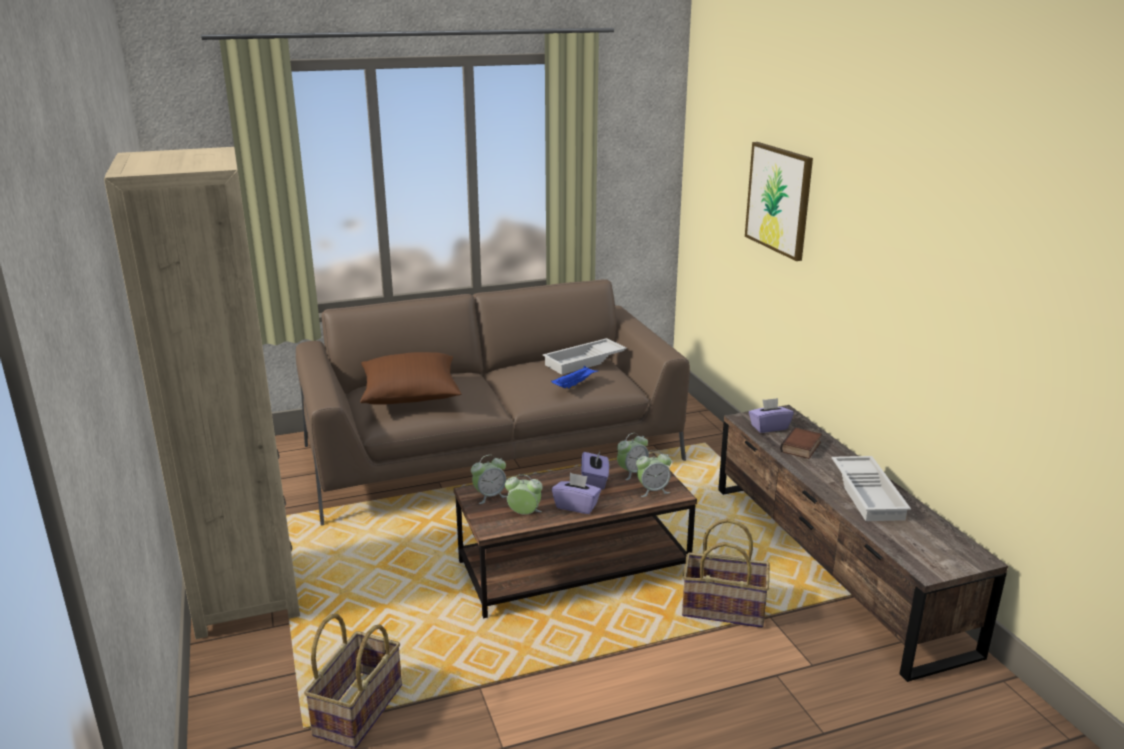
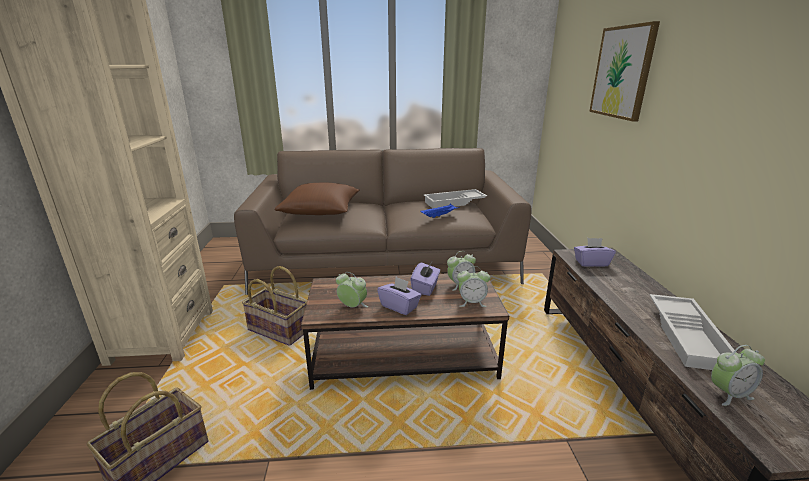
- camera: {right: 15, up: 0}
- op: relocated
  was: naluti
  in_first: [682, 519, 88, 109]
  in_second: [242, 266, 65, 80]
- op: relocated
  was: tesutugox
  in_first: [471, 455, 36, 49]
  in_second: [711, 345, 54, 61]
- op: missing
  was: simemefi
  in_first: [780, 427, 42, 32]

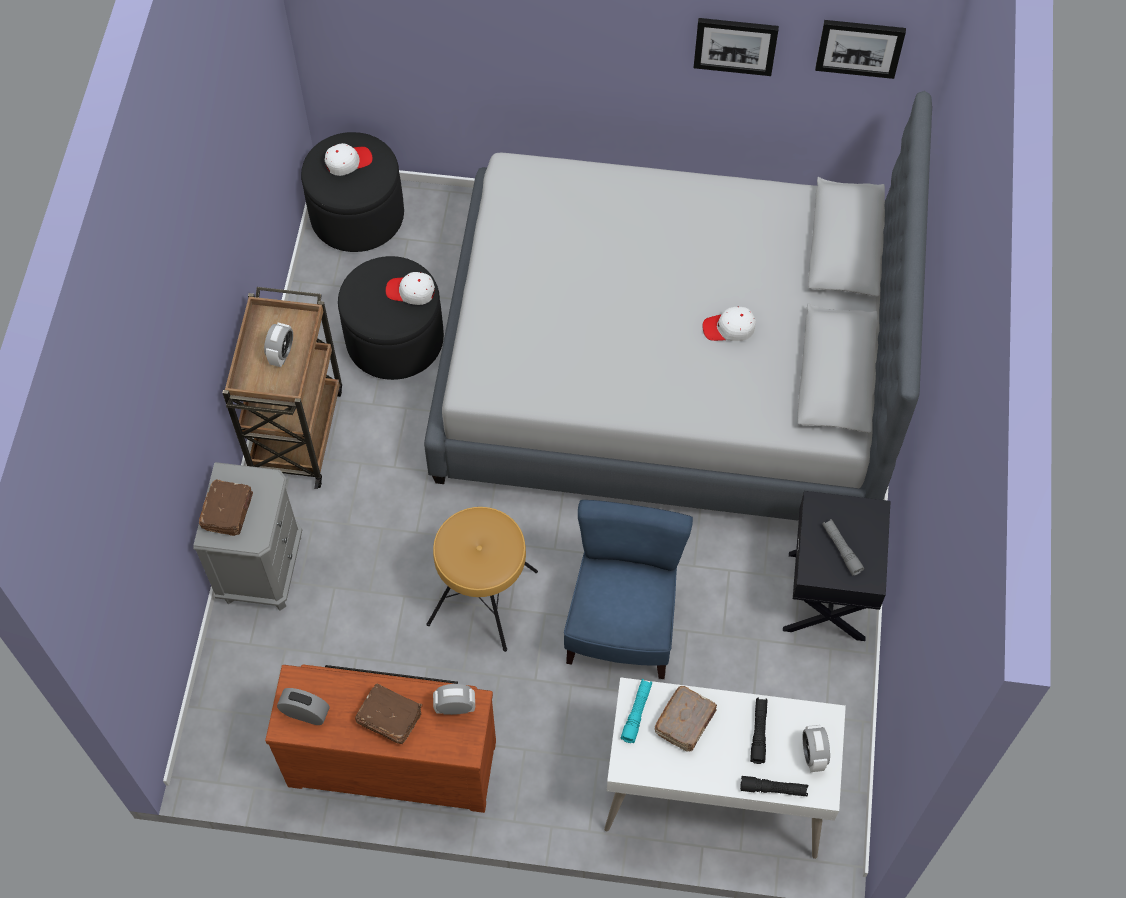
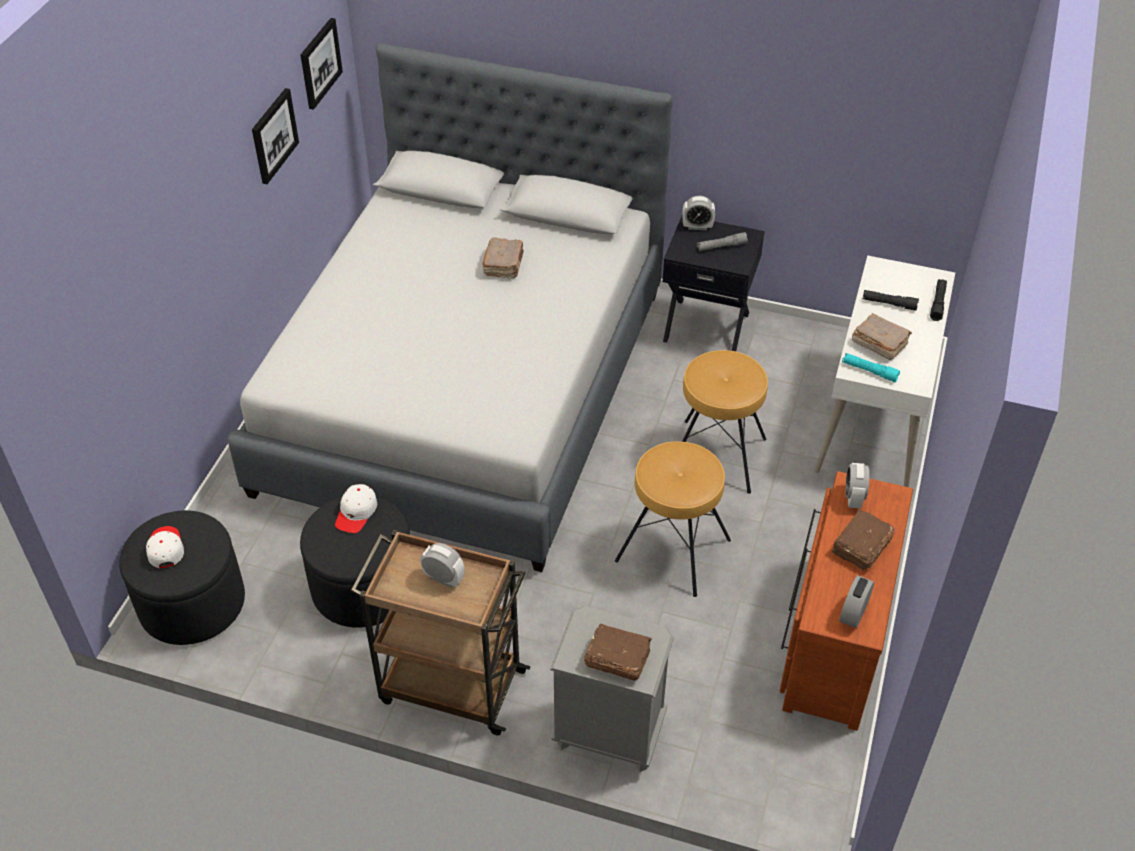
- camera: {right: -80, up: -15}
- op: exchanged
  was: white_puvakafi
  now: brown_simemefi
  in_first: [702, 307, 54, 34]
  in_second: [482, 237, 42, 42]
- op: exchanged
  was: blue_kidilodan
  now: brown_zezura
  in_first: [564, 500, 129, 179]
  in_second: [682, 350, 86, 144]
- op: relocated
  was: tesutugox
  in_first: [803, 725, 27, 47]
  in_second: [683, 196, 32, 34]

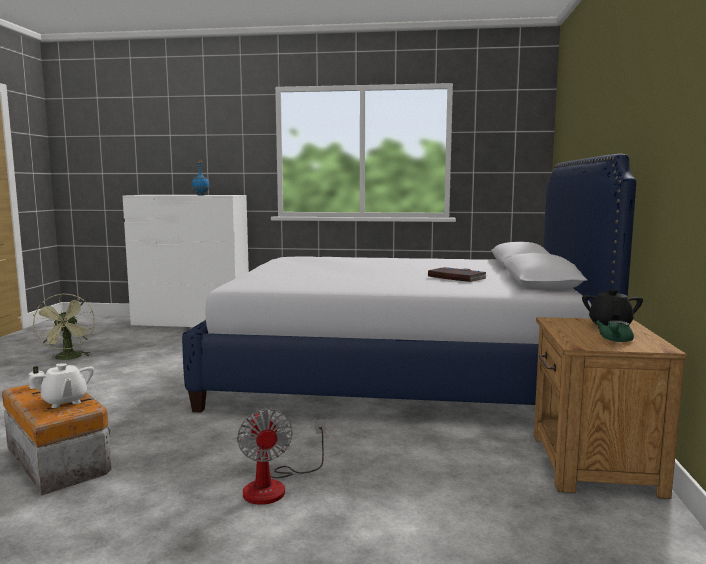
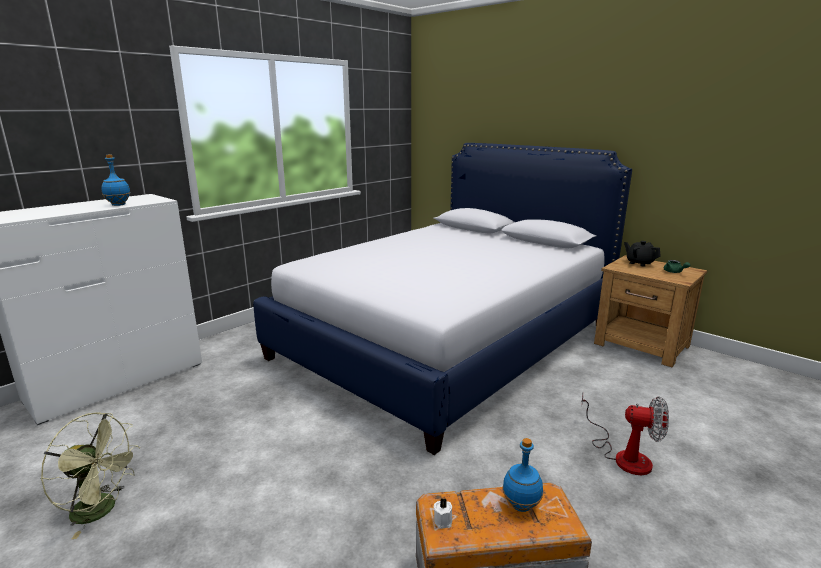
- camera: {right: -55, up: 10}
- op: exchanged
  was: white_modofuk
  now: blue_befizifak
  in_first: [30, 363, 64, 45]
  in_second: [503, 438, 40, 74]
- op: missing
  was: simemefi
  in_first: [428, 267, 58, 15]

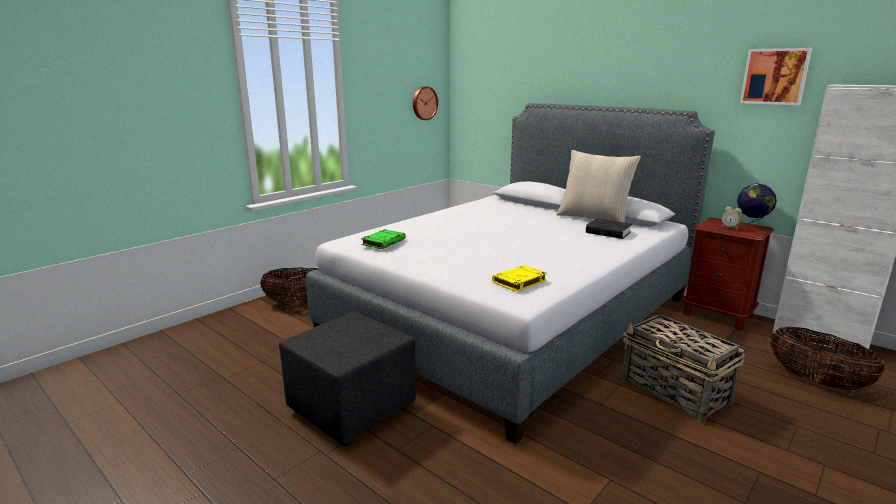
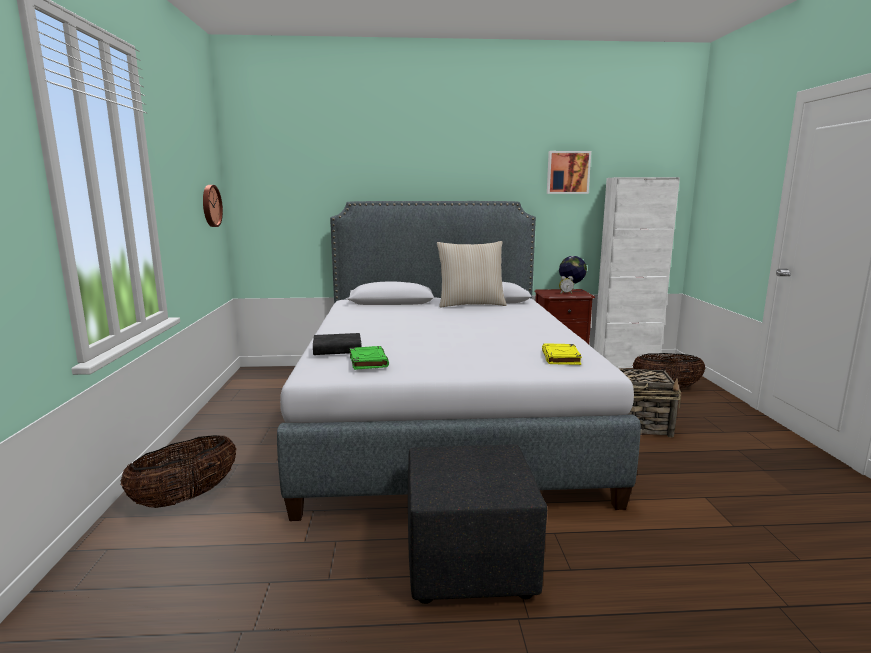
- camera: {right: -45, up: -5}
- op: relocated
  was: black_simemefi
  in_first: [586, 218, 46, 21]
  in_second: [313, 333, 49, 22]

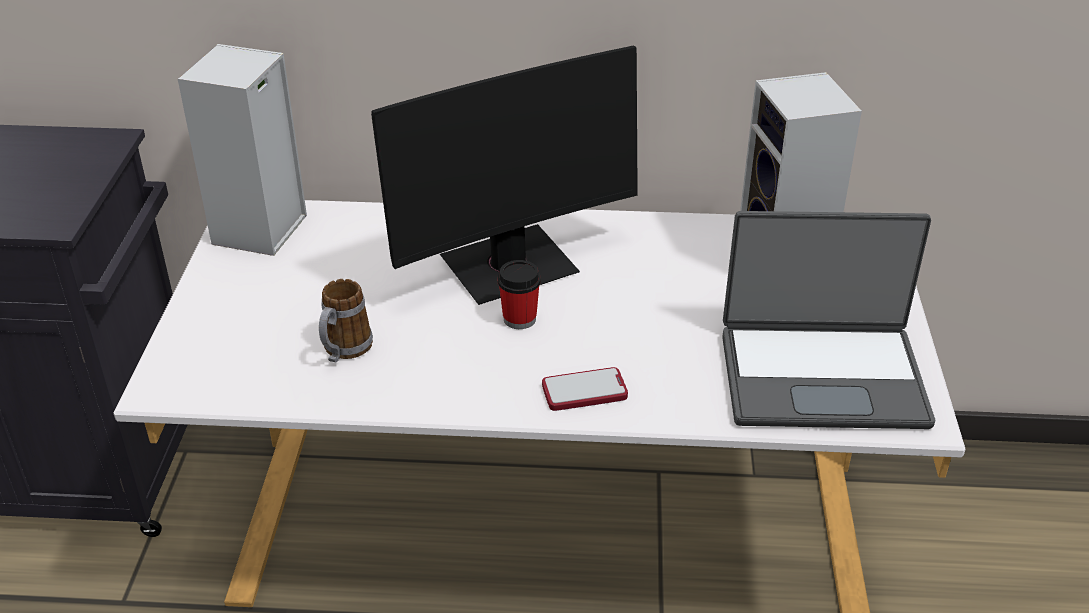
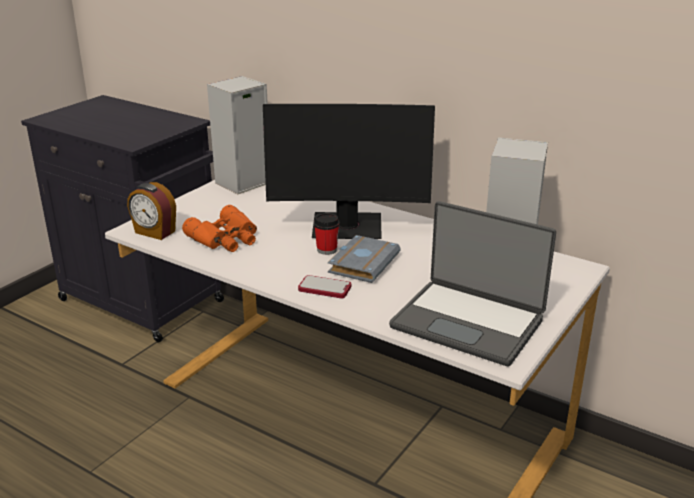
- camera: {right: 30, up: -10}
- op: appeared
  now: tesutugox
  in_second: [127, 182, 49, 58]
- op: exchanged
  was: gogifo
  now: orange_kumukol
  in_first: [319, 279, 54, 83]
  in_second: [182, 205, 75, 47]
- op: appeared
  now: grey_simemefi
  in_second: [328, 235, 73, 48]

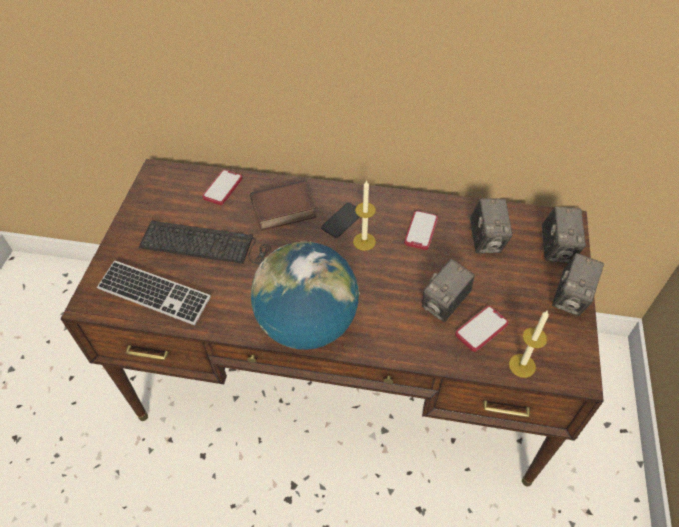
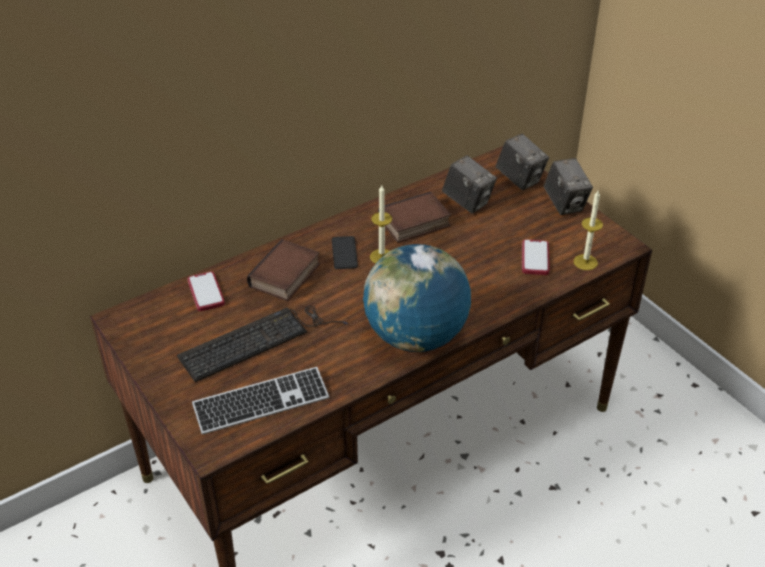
- camera: {right: -45, up: -10}
- op: exchanged
  was: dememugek
  now: simemefi
  in_first: [404, 211, 34, 39]
  in_second: [378, 192, 73, 51]
- op: missing
  was: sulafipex
  in_first: [422, 259, 53, 63]

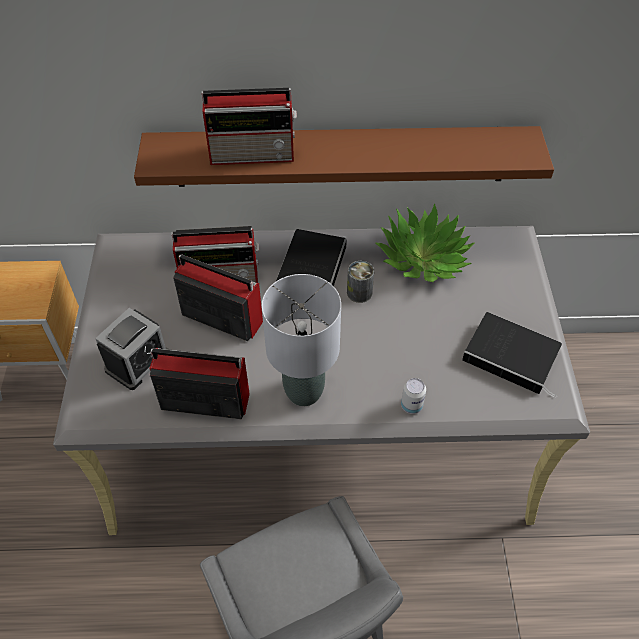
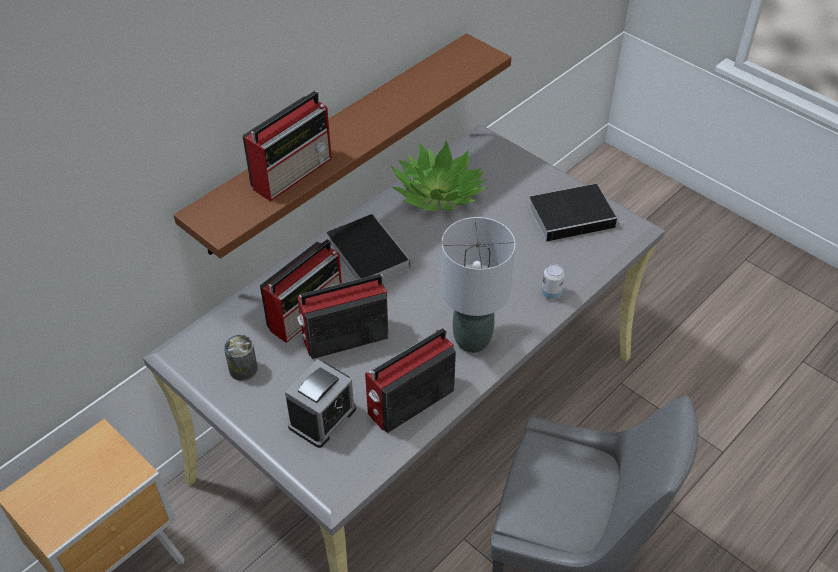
- camera: {right: -45, up: -5}
- op: relocated
  was: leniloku
  in_first: [347, 261, 27, 42]
  in_second: [224, 335, 34, 46]
- op: spun
  was: tesutugox
  in_first: [95, 308, 74, 82]
  in_second: [285, 359, 71, 89]
  clockwise: 45

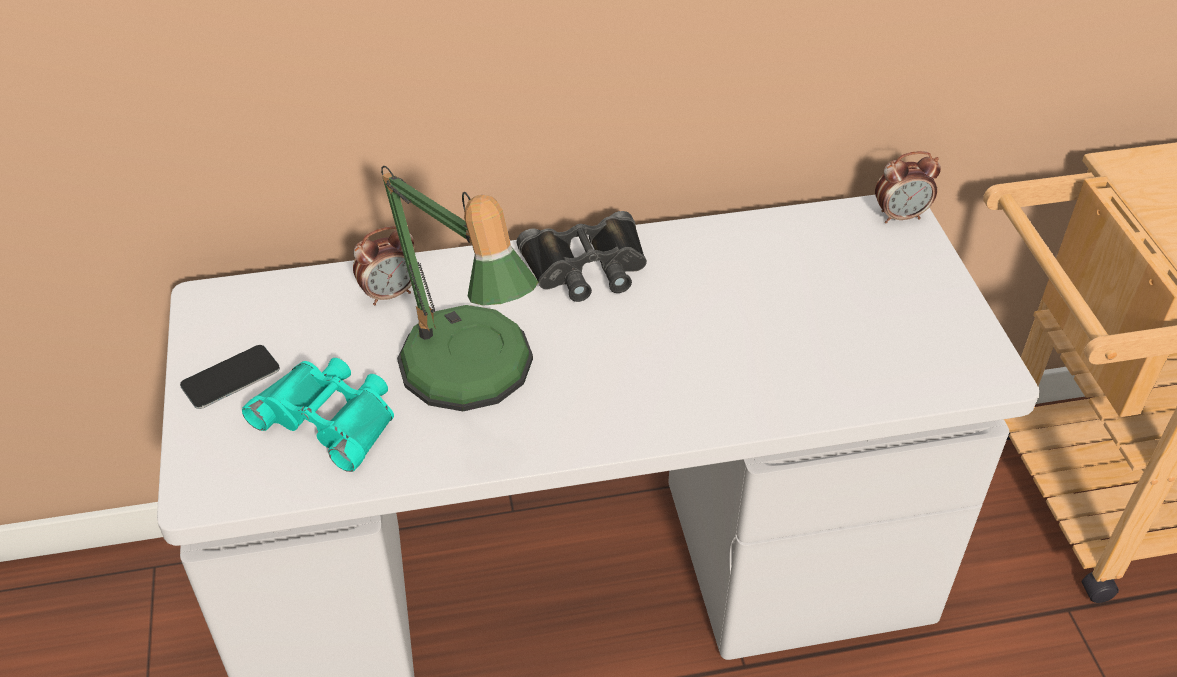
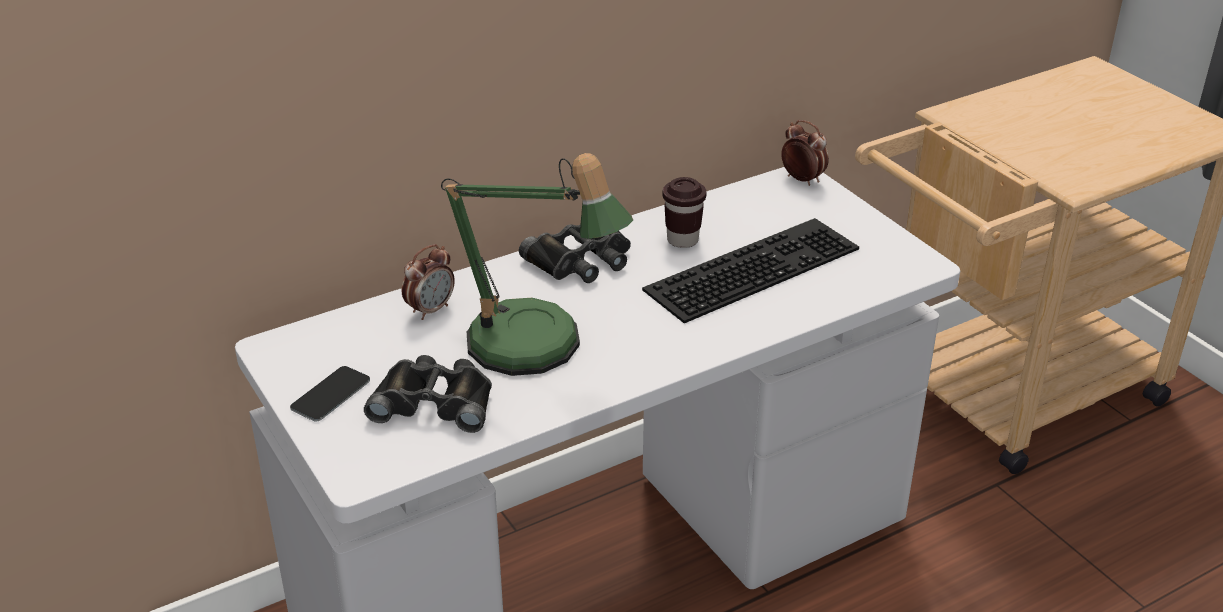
- camera: {right: -20, up: -10}
- op: colour
  was: turquoise_kumukol
  now: black_kumukol
  in_first: [242, 358, 152, 114]
  in_second: [364, 355, 128, 78]
- op: appeared
  now: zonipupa
  in_second: [642, 218, 217, 105]
- op: appeared
  now: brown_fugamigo
  in_second: [663, 177, 44, 71]
- op: spun
  was: tesutugox
  in_first: [875, 151, 66, 72]
  in_second: [781, 120, 48, 66]
  clockwise: -105

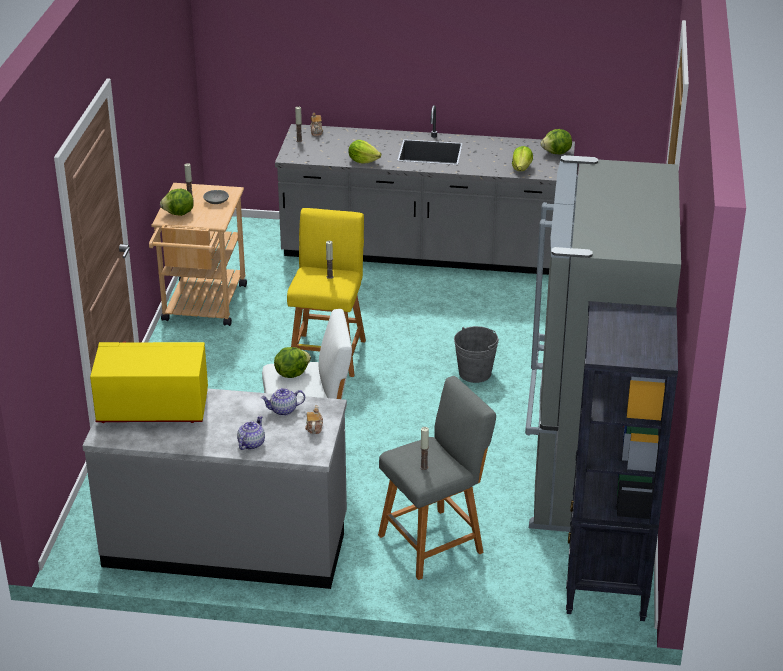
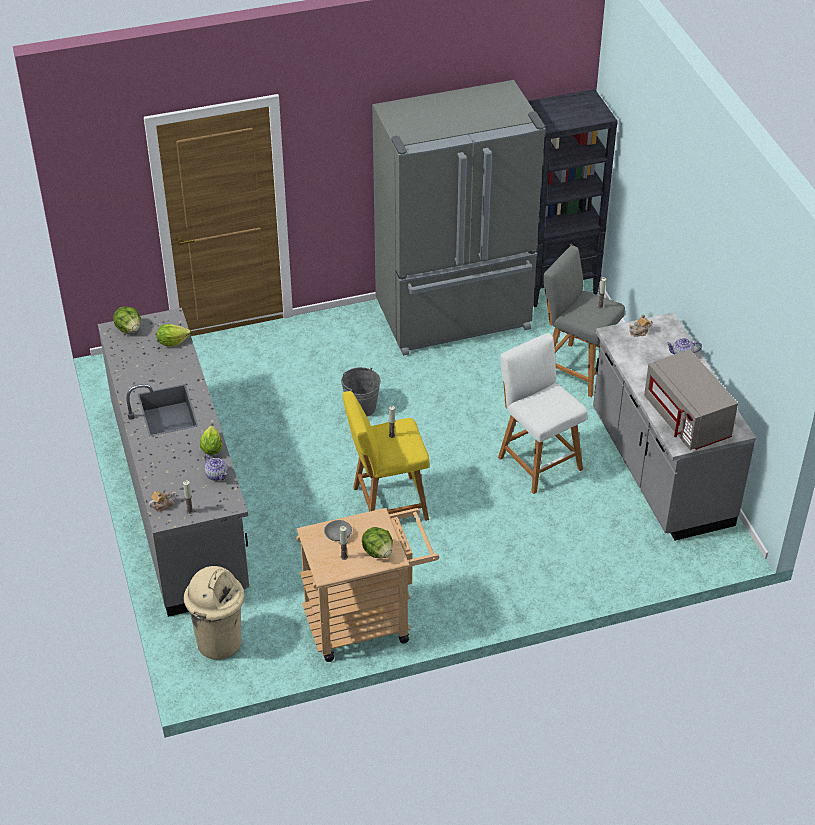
- camera: {right: -115, up: 10}
- op: appeared
  now: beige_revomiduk
  in_second: [184, 566, 61, 94]
- op: relocated
  was: modofuk
  in_first: [261, 388, 44, 28]
  in_second: [204, 454, 24, 27]
- op: colour
  was: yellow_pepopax
  now: grey_pepopax
  in_first: [90, 341, 118, 82]
  in_second: [644, 350, 94, 100]
- op: missing
  was: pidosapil
  in_first: [274, 347, 37, 31]

